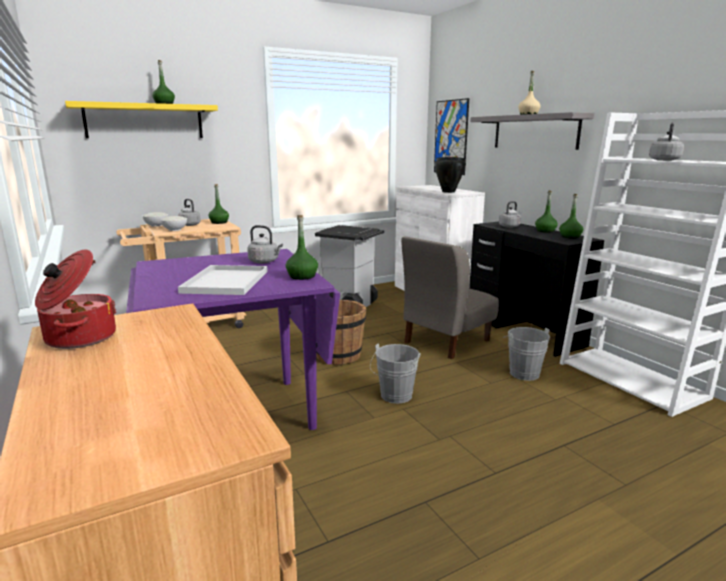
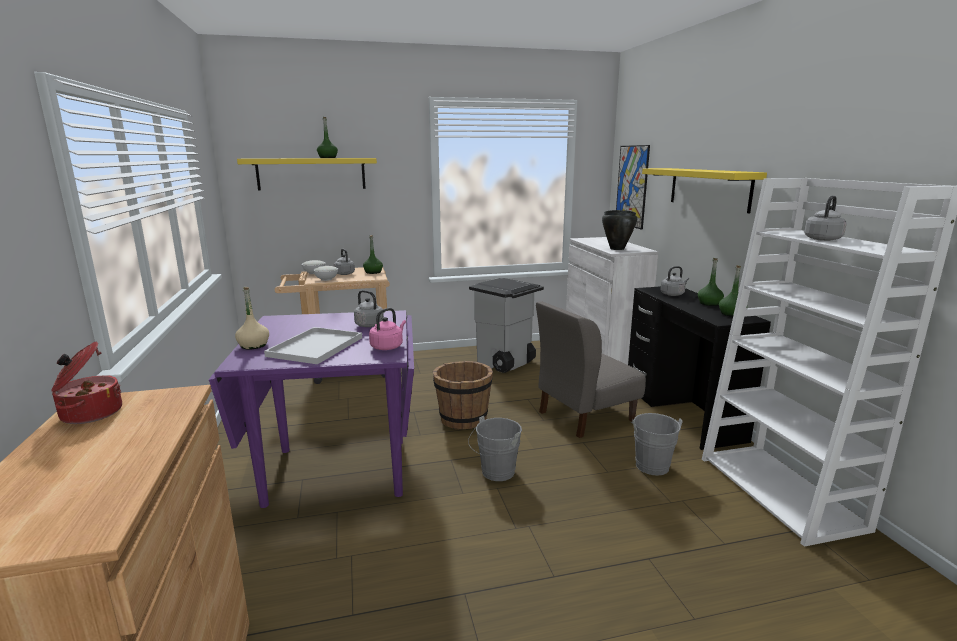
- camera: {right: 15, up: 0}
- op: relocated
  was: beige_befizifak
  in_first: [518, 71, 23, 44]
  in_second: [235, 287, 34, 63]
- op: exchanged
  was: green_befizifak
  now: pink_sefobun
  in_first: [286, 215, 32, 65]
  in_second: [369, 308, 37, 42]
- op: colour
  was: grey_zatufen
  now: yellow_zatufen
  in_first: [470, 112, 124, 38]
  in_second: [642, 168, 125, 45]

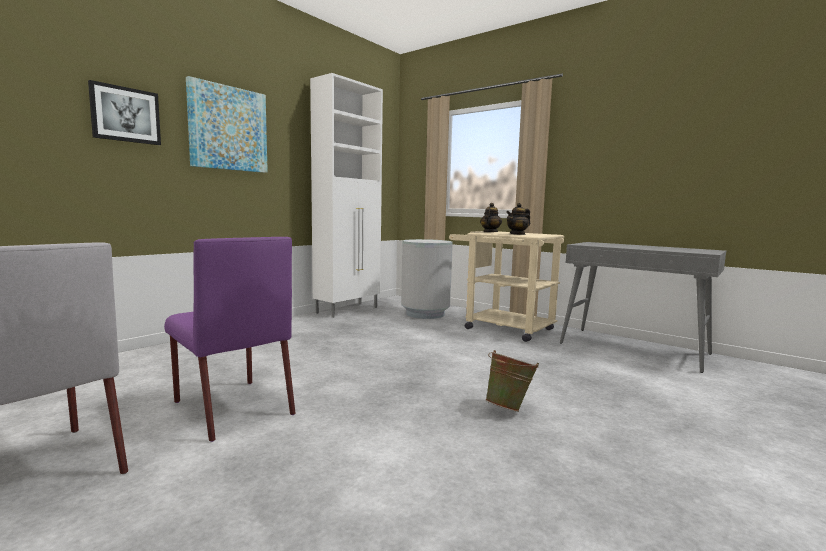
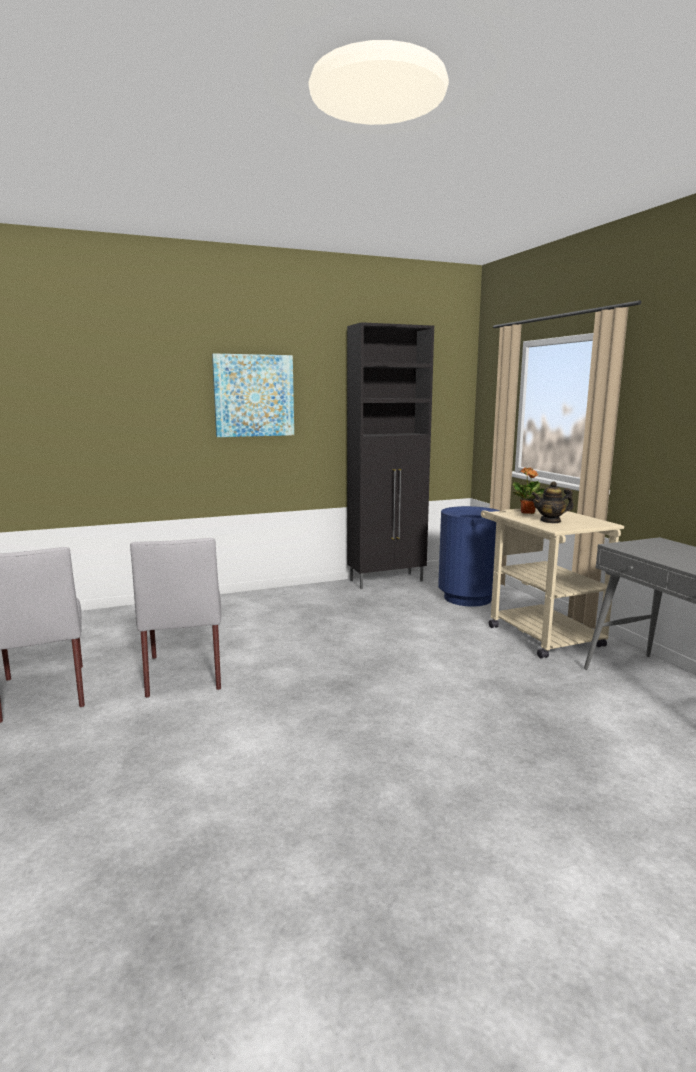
- camera: {right: 30, up: 5}
- op: colour
  was: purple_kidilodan
  now: grey_kidilodan
  in_first: [164, 237, 131, 205]
  in_second: [130, 538, 91, 160]
- op: colour
  was: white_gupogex
  now: black_gupogex
  in_first: [310, 73, 73, 245]
  in_second: [347, 322, 87, 267]
- op: colour
  was: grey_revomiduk
  now: blue_revomiduk
  in_first: [401, 239, 52, 80]
  in_second: [438, 506, 62, 100]
- op: exchanged
  was: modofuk
  now: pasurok
  in_first: [480, 203, 22, 29]
  in_second: [513, 468, 31, 46]
- op: missing
  was: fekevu
  in_first: [88, 80, 73, 65]
- op: missing
  was: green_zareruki
  in_first: [486, 350, 53, 62]

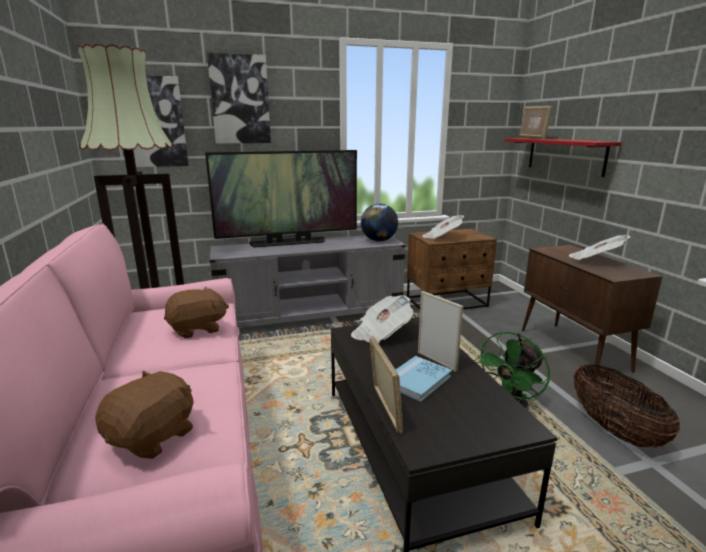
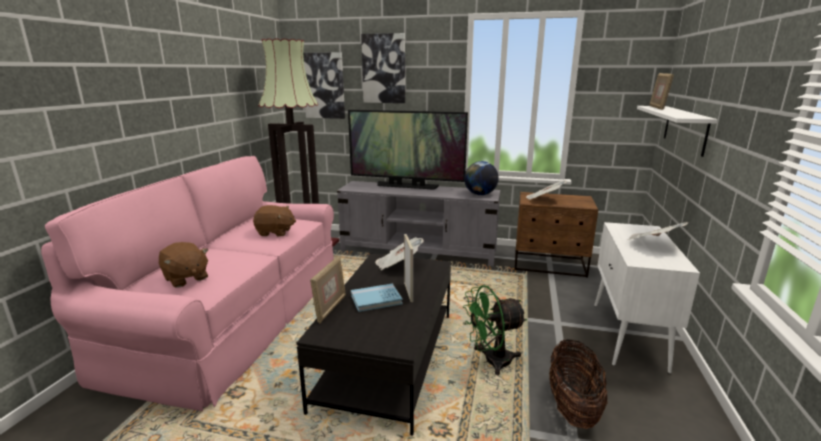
- camera: {right: 30, up: 0}
- op: spun
  was: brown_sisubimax
  in_first: [96, 370, 98, 89]
  in_second: [159, 242, 49, 46]
  clockwise: 75
- op: colour
  was: brown_gupogex
  now: white_gupogex
  in_first: [522, 245, 141, 133]
  in_second: [594, 222, 106, 152]
- op: colour
  was: red_zatufen
  now: white_zatufen
  in_first: [505, 138, 117, 39]
  in_second: [637, 106, 81, 51]

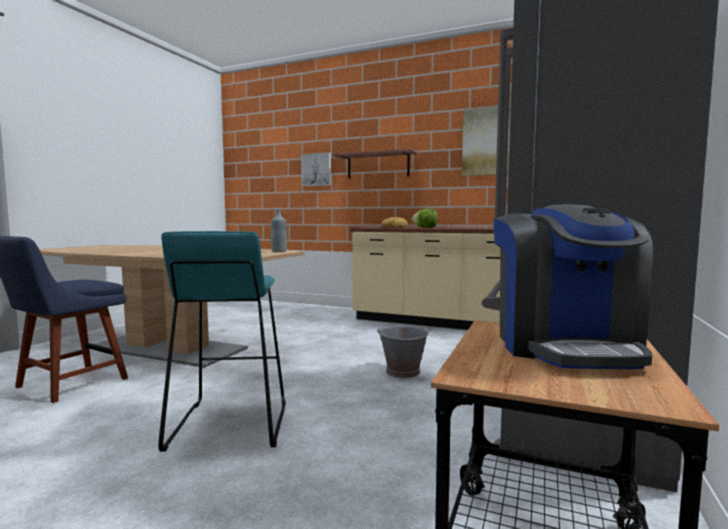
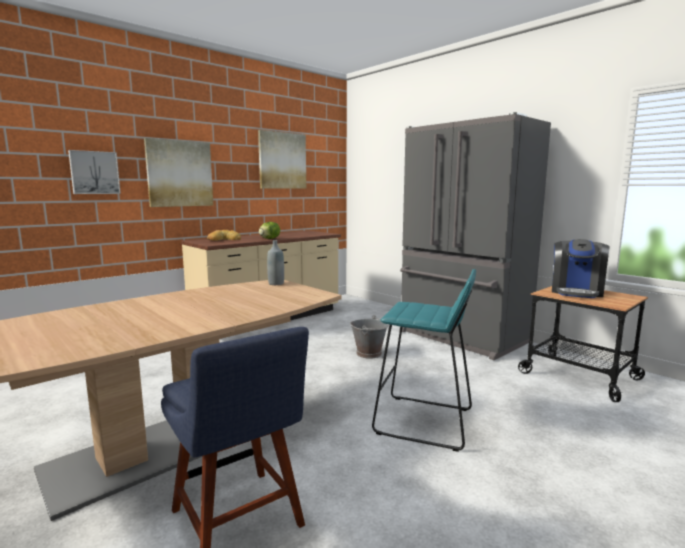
- camera: {right: -65, up: 5}
- op: exchanged
  was: zatufen
  now: fekevu
  in_first: [332, 149, 86, 30]
  in_second: [144, 138, 69, 69]
- op: spun
  was: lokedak
  in_first: [493, 204, 160, 165]
  in_second: [552, 239, 58, 59]
  clockwise: 90

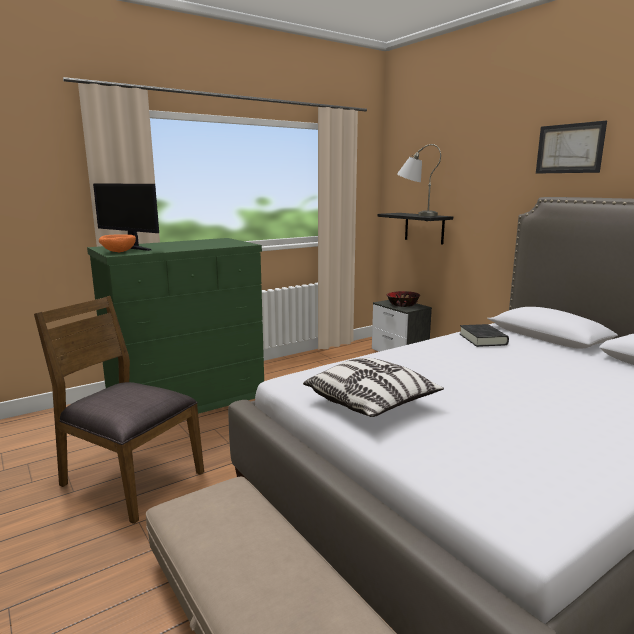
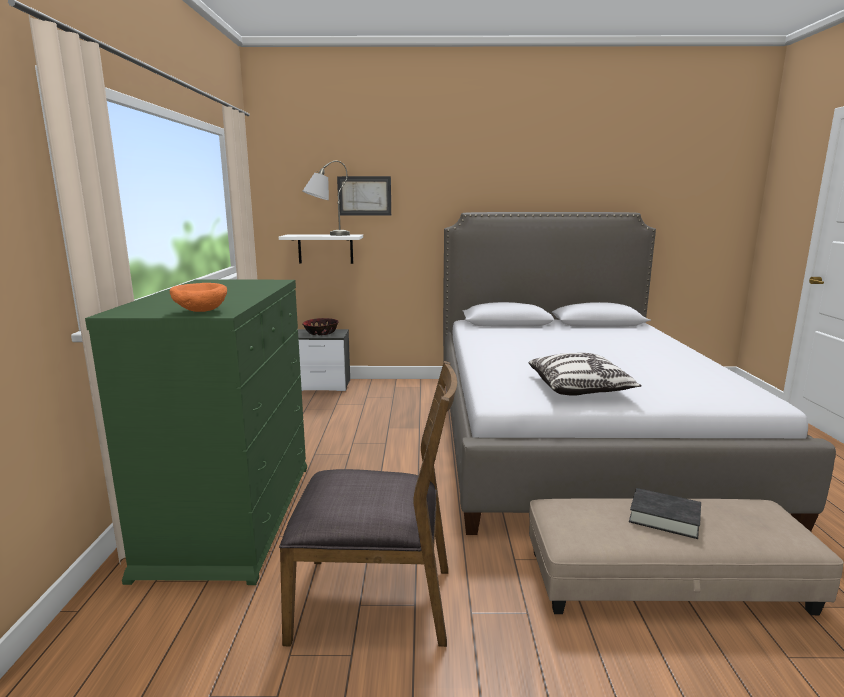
- camera: {right: -55, up: 0}
- op: colour
  was: black_zatufen
  now: white_zatufen
  in_first: [378, 213, 75, 32]
  in_second: [279, 234, 84, 30]
- op: spun
  was: brown_kidilodan
  in_first: [34, 296, 170, 228]
  in_second: [279, 361, 178, 286]
  clockwise: -150
- op: relocated
  was: fekevu
  in_first: [536, 121, 71, 53]
  in_second: [337, 176, 54, 40]
- op: relocated
  was: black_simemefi
  in_first: [460, 324, 49, 23]
  in_second: [629, 488, 72, 51]
- op: missing
  was: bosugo
  in_first: [93, 184, 66, 67]

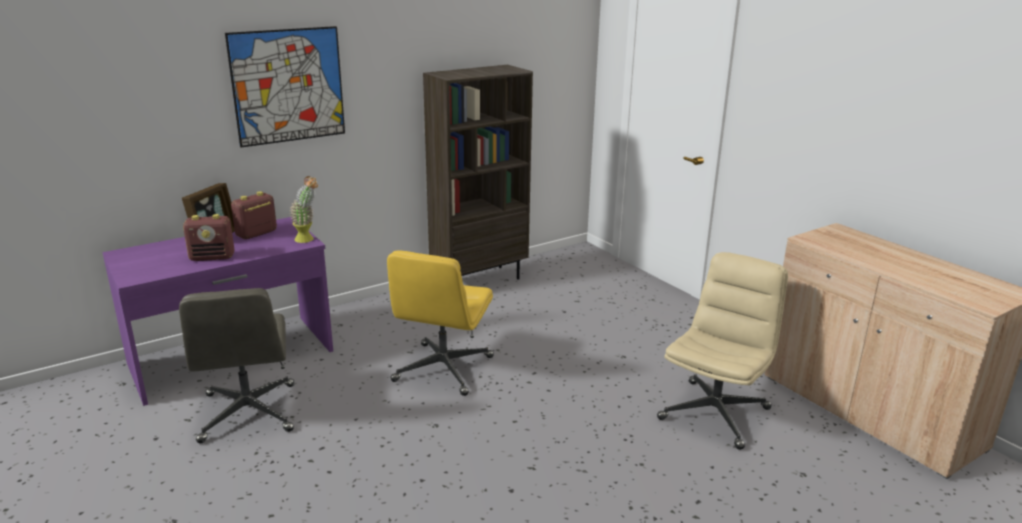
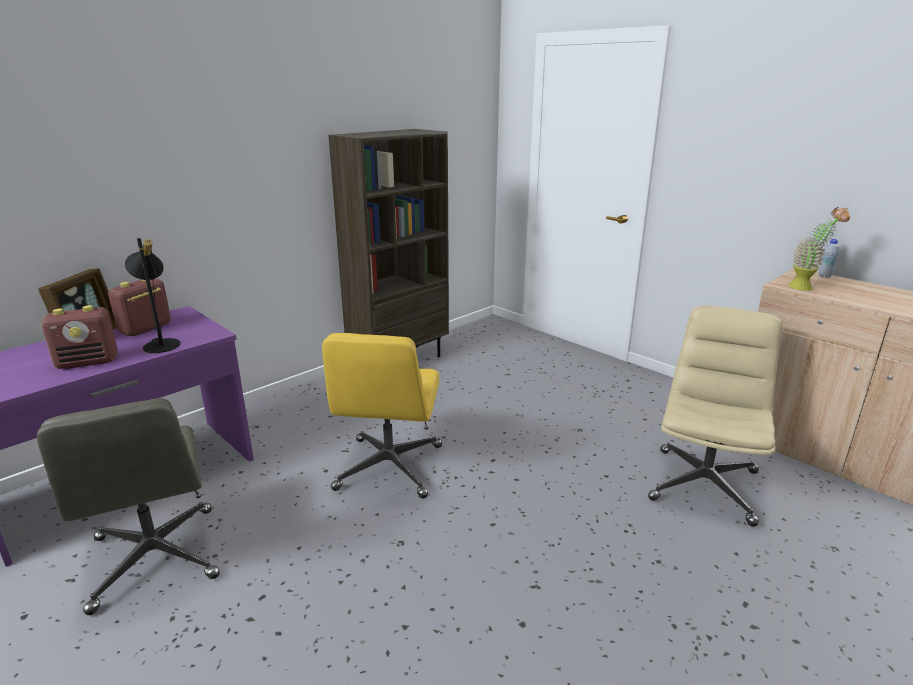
- camera: {right: -10, up: 0}
- op: appeared
  now: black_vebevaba
  in_second: [125, 238, 55, 115]
- op: relocated
  was: pasurok
  in_first: [289, 176, 29, 67]
  in_second: [788, 207, 62, 84]
- op: appeared
  now: white_befizifak
  in_second: [819, 239, 20, 39]
- op: missing
  was: fekevu
  in_first: [225, 26, 120, 122]

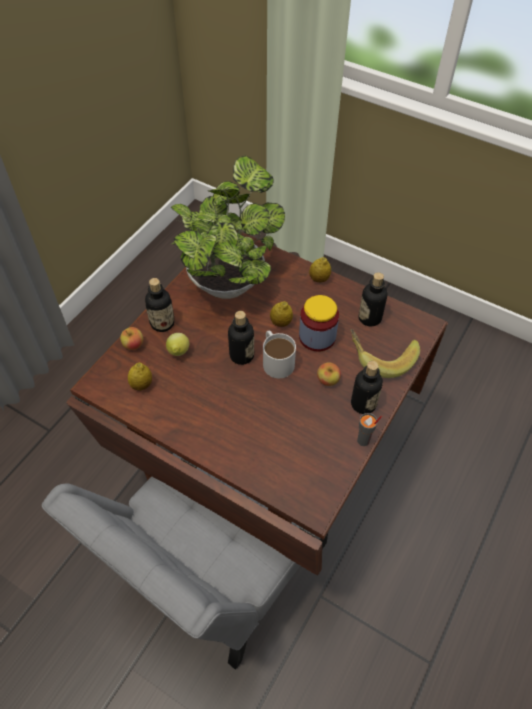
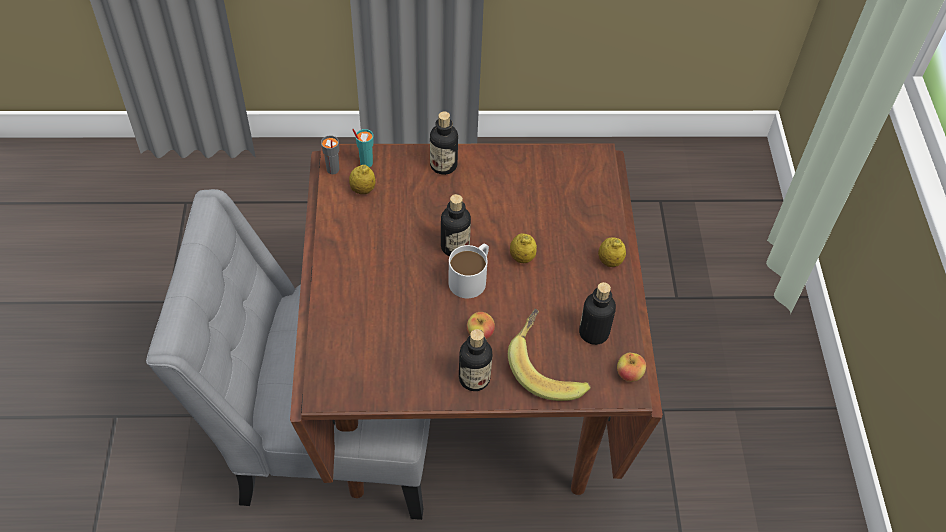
- camera: {right: 55, up: 0}
- op: relocated
  was: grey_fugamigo
  in_first: [357, 413, 25, 33]
  in_second: [321, 135, 18, 39]
- op: appeared
  now: turquoise_fugamigo
  in_second: [352, 129, 21, 38]
- op: relocated
  was: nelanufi
  in_first: [120, 327, 23, 23]
  in_second: [617, 353, 29, 29]
- op: missing
  was: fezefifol
  in_first: [166, 333, 23, 23]
- op: missing
  was: pasurok
  in_first: [171, 156, 114, 143]
- op: missing
  was: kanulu
  in_first: [299, 295, 40, 57]

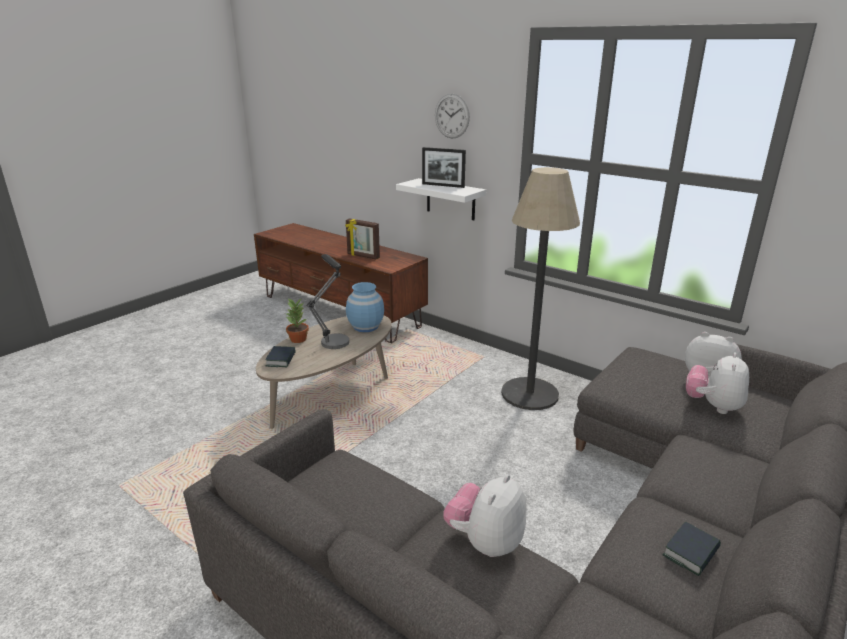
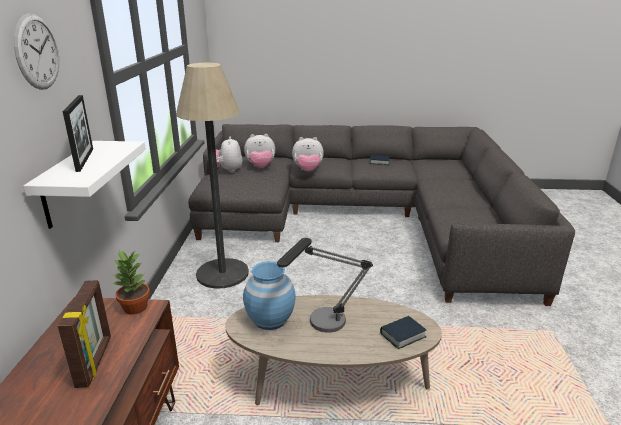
- camera: {right: -125, up: 0}
- op: relocated
  was: pasurok
  in_first: [285, 298, 24, 45]
  in_second: [113, 250, 37, 65]
- op: relocated
  was: sisubimax
  in_first: [443, 474, 84, 83]
  in_second: [292, 137, 32, 35]

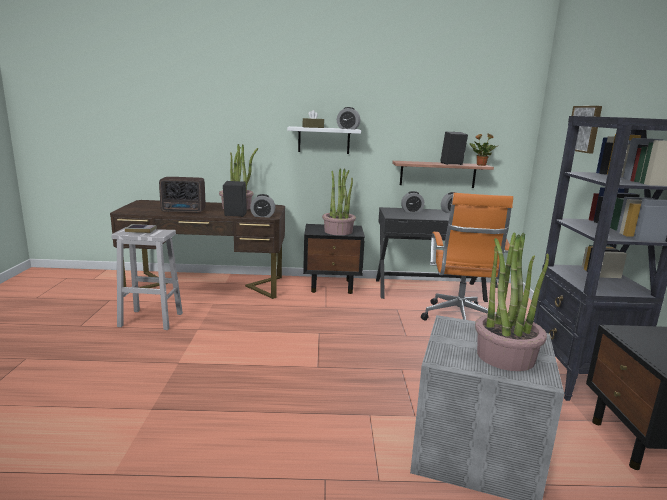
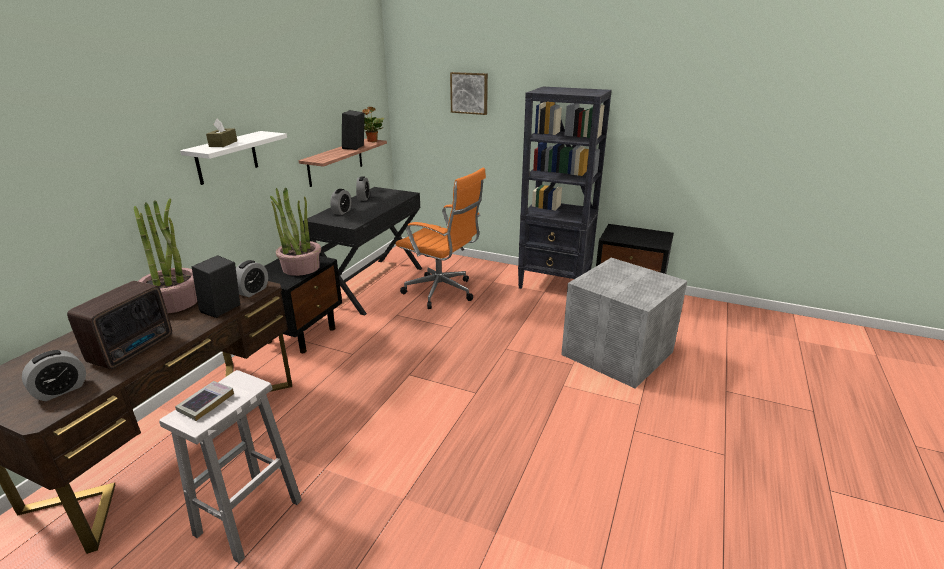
- camera: {right: -65, up: 10}
- op: relocated
  was: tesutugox
  in_first: [337, 107, 23, 22]
  in_second: [22, 350, 64, 51]
- op: missing
  was: pasurok
  in_first: [475, 232, 74, 139]

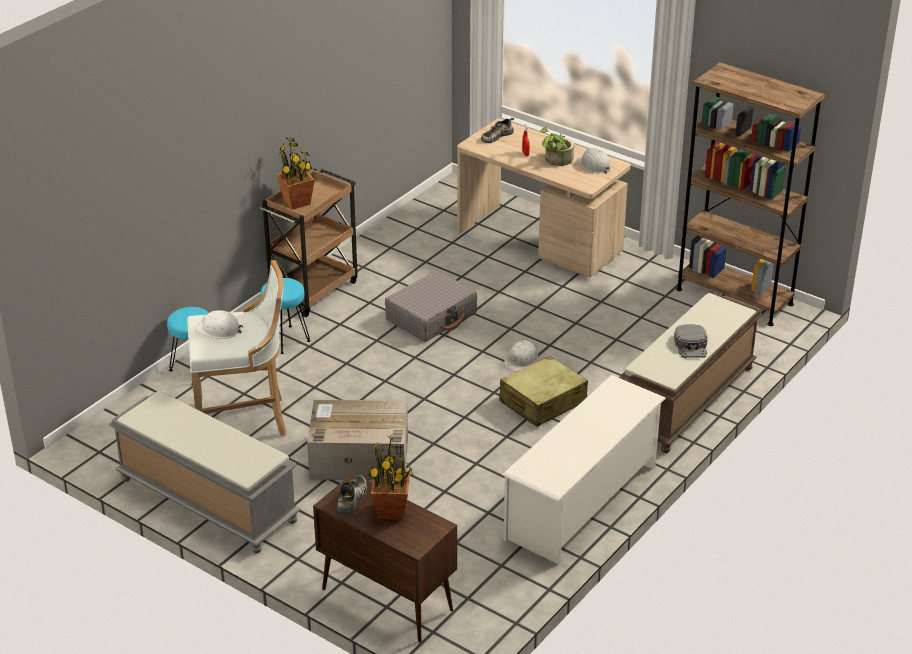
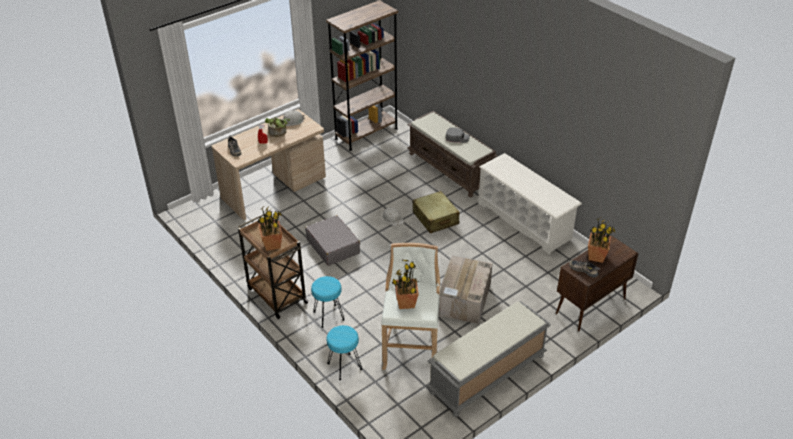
- camera: {right: -75, up: 5}
- op: exchanged
  was: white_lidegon
  now: pasurok
  in_first: [195, 310, 48, 29]
  in_second: [392, 260, 27, 49]

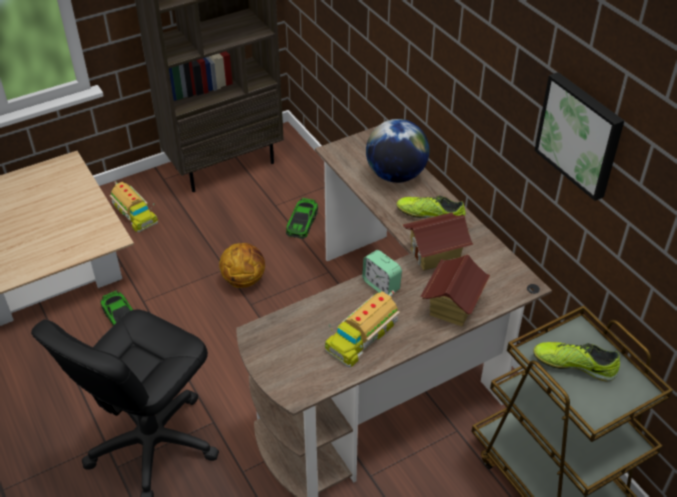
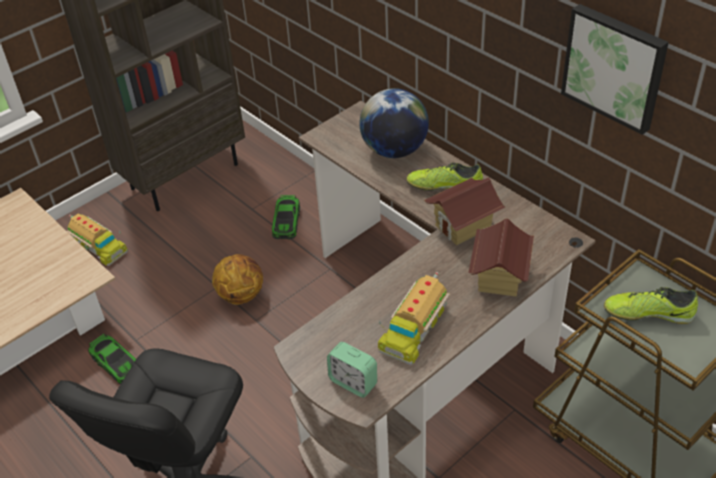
- camera: {right: -10, up: 0}
- op: relocated
  was: tesutugox
  in_first: [362, 250, 40, 45]
  in_second: [327, 342, 50, 56]

